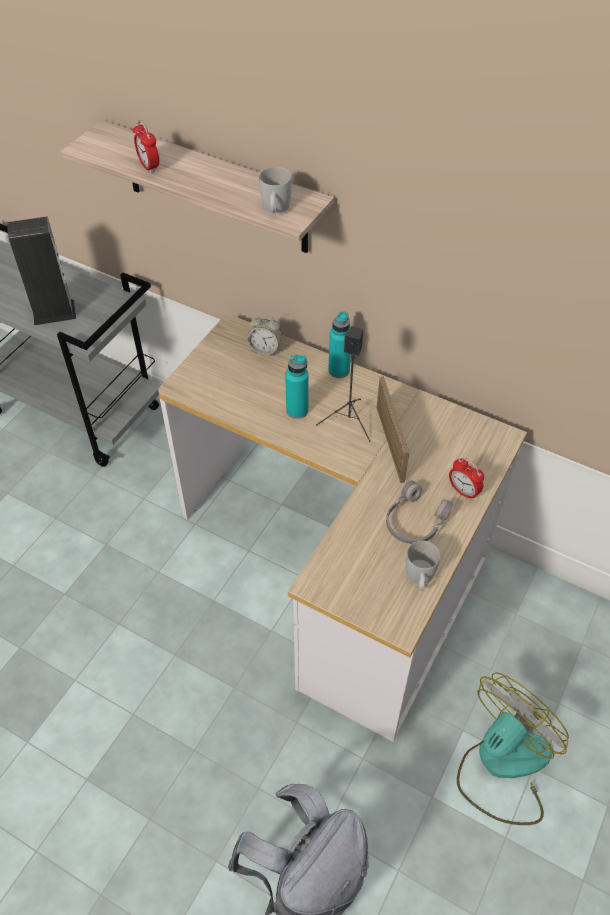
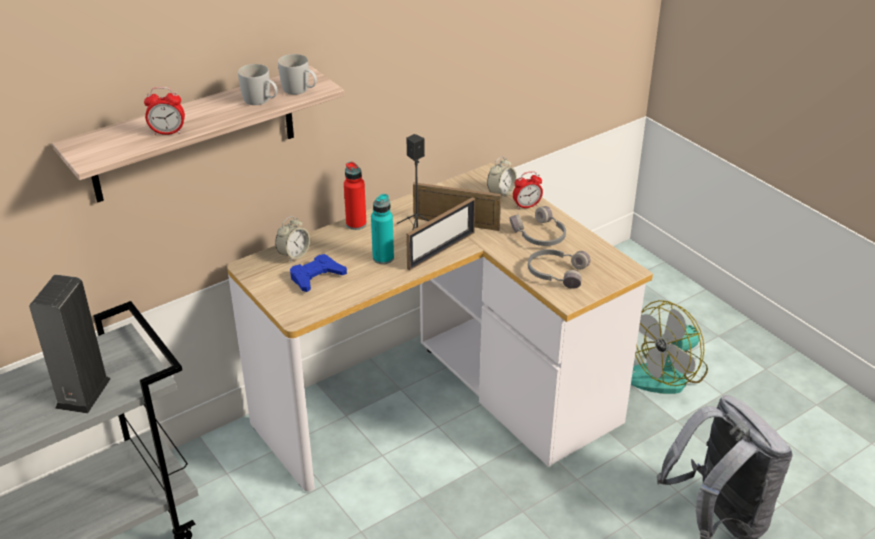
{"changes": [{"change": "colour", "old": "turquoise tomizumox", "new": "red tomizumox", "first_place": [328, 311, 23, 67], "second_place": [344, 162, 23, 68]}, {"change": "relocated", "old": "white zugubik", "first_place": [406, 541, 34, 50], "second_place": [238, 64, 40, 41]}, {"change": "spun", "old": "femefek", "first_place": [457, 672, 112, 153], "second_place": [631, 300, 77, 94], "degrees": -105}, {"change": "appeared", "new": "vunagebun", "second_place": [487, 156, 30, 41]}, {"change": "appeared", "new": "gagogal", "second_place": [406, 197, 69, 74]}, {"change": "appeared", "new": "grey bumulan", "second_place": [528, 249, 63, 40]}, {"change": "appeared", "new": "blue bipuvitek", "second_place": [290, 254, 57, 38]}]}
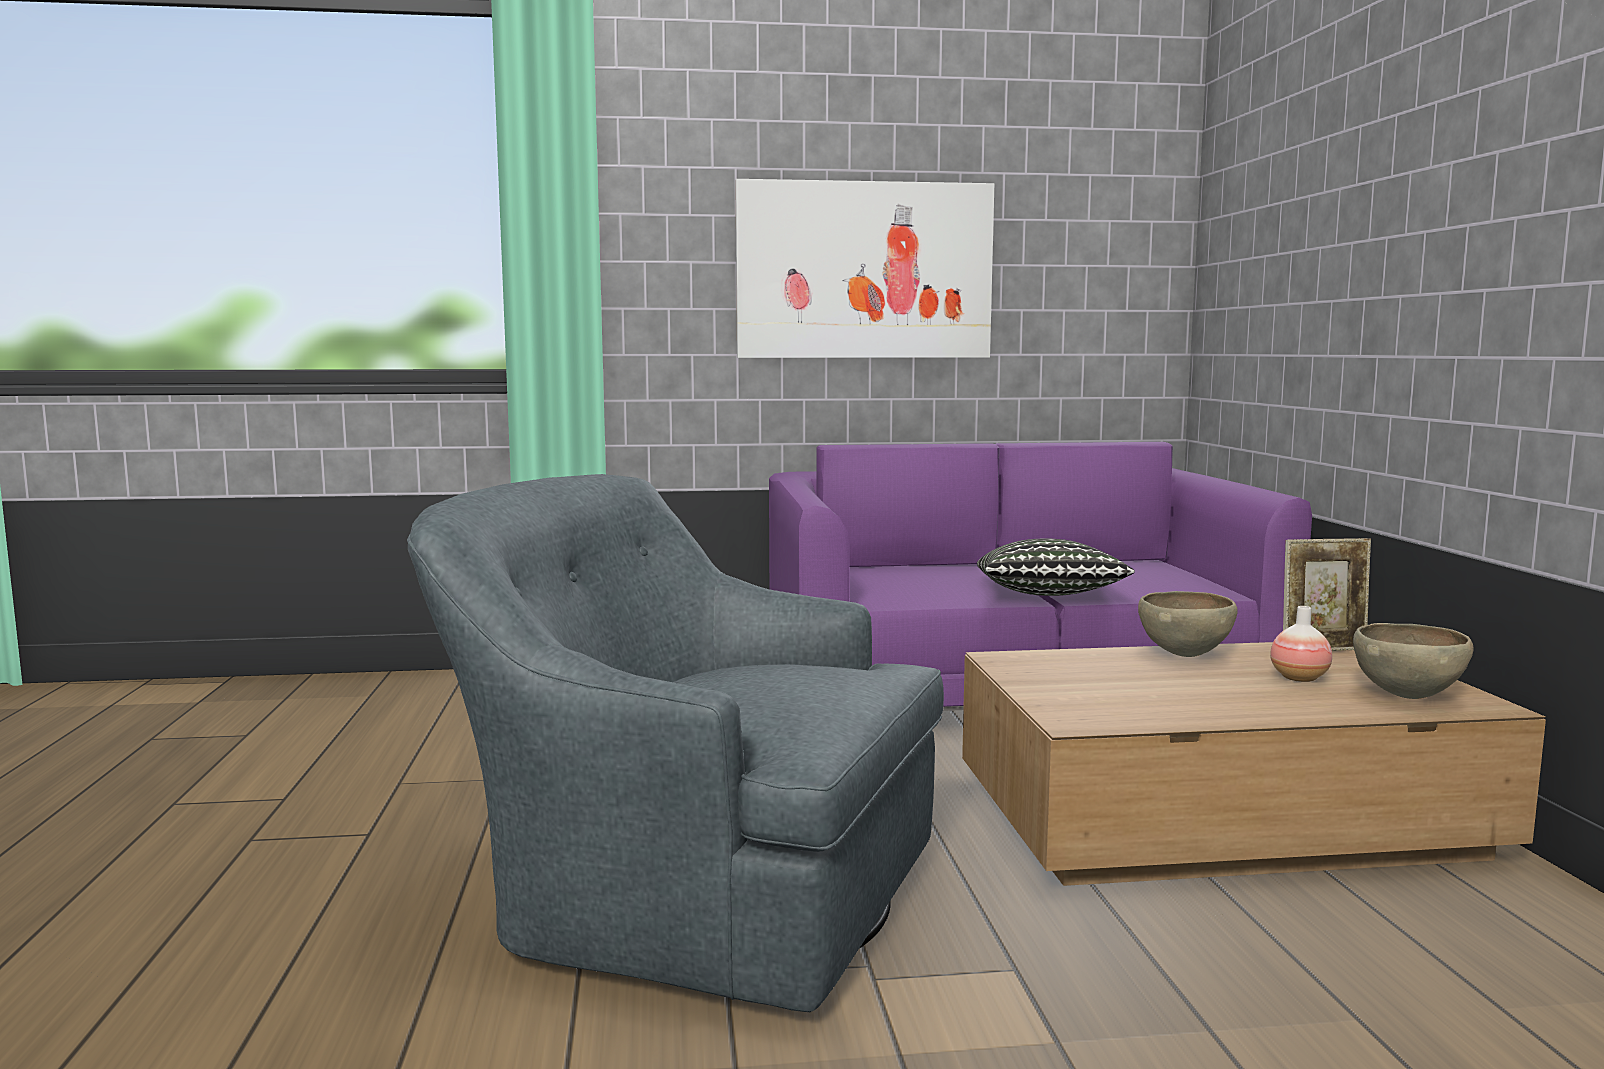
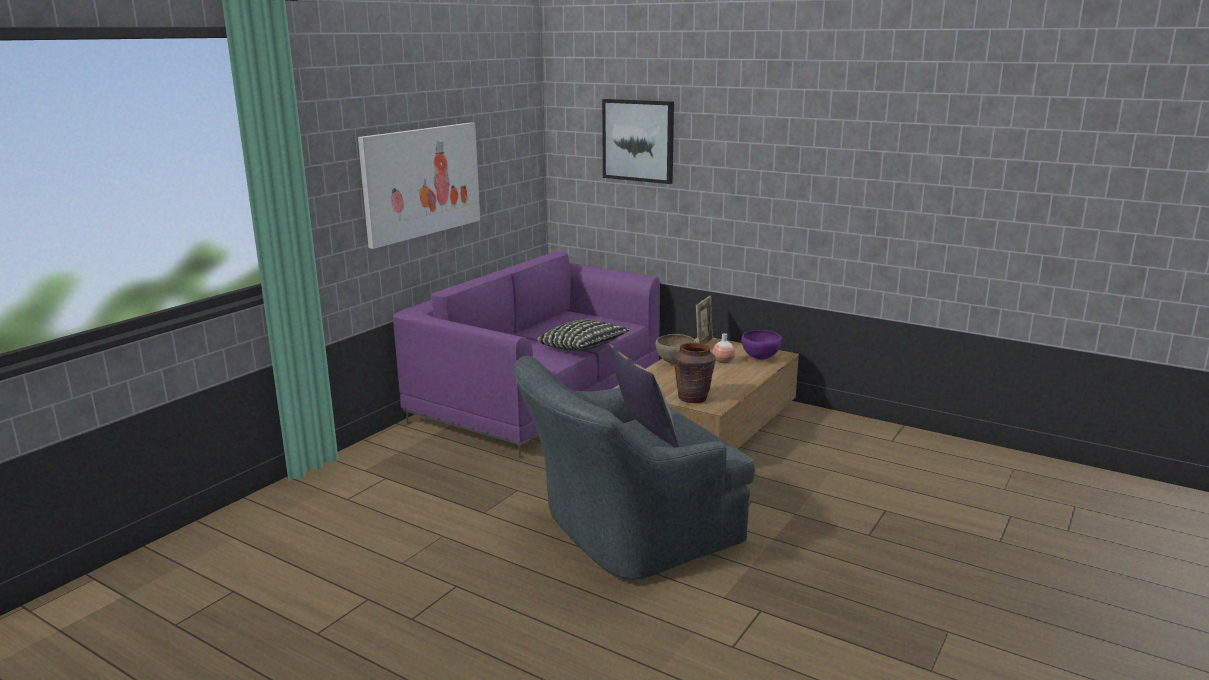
{"changes": [{"change": "colour", "old": "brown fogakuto", "new": "purple fogakuto", "first_place": [1353, 623, 121, 76], "second_place": [741, 330, 41, 30]}, {"change": "appeared", "new": "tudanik", "second_place": [602, 99, 72, 85]}, {"change": "appeared", "new": "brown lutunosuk", "second_place": [674, 342, 41, 61]}, {"change": "appeared", "new": "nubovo", "second_place": [609, 344, 70, 103]}]}
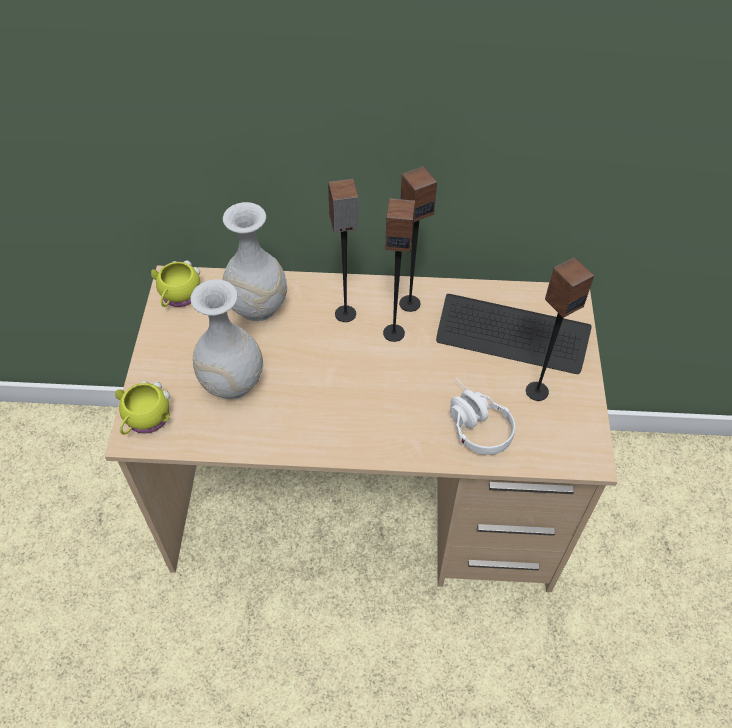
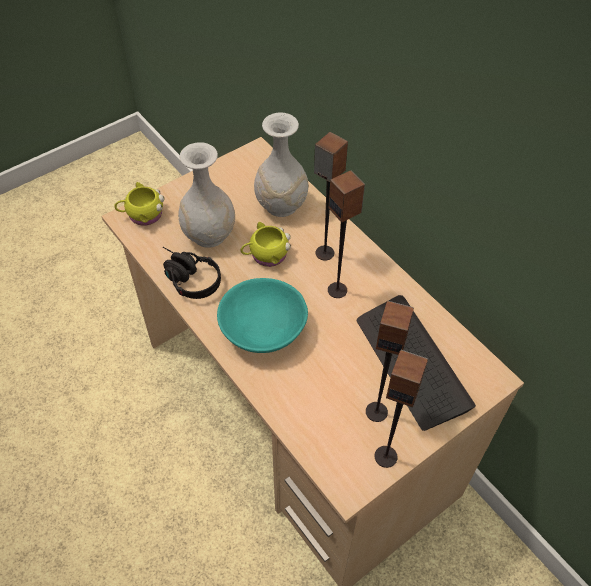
{"changes": [{"change": "relocated", "old": "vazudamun", "first_place": [399, 166, 38, 146], "second_place": [375, 350, 53, 118]}, {"change": "relocated", "old": "yellow zugubik", "first_place": [151, 261, 49, 46], "second_place": [241, 222, 50, 45]}, {"change": "missing", "old": "white bumulan", "first_place": [450, 378, 65, 77]}, {"change": "appeared", "new": "black bumulan", "second_place": [163, 247, 58, 52]}, {"change": "appeared", "new": "turquoise fogakuto", "second_place": [217, 278, 91, 75]}]}
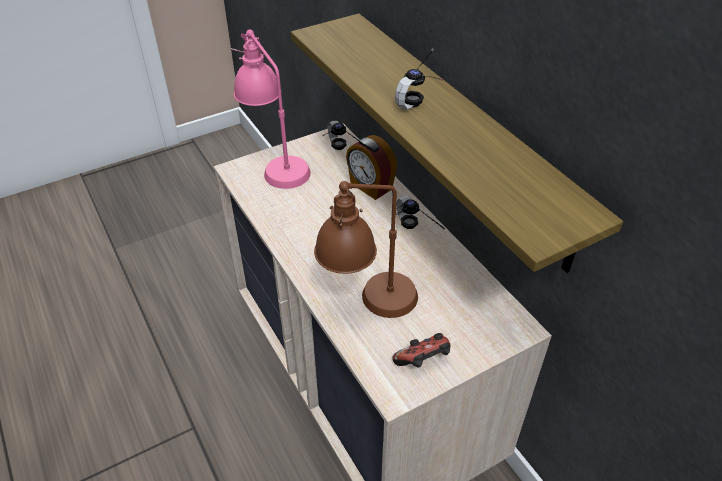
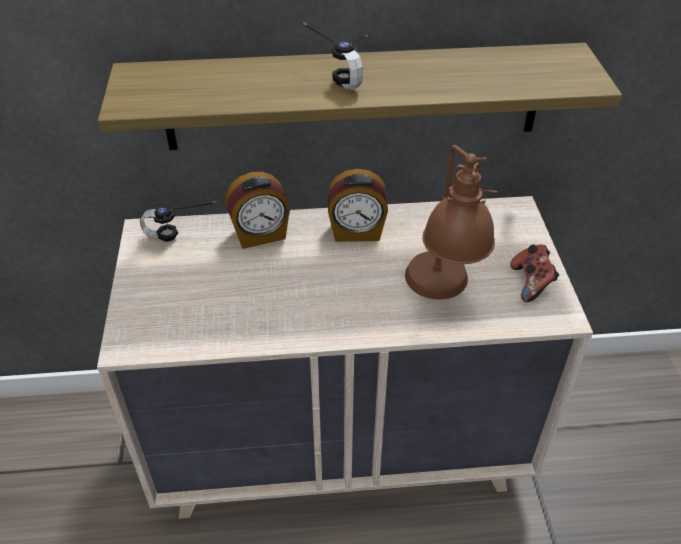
{"changes": [{"change": "missing", "old": "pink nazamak", "first_place": [231, 29, 80, 160]}, {"change": "exchanged", "old": "bumulan", "new": "vunagebun", "first_place": [396, 196, 49, 34], "second_place": [328, 169, 60, 73]}]}
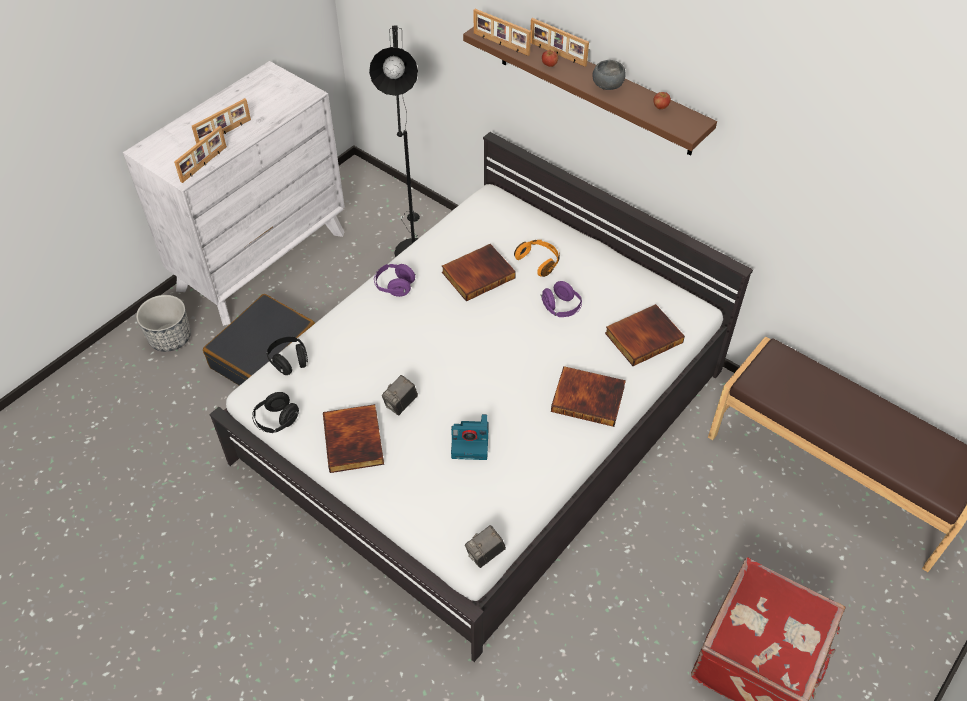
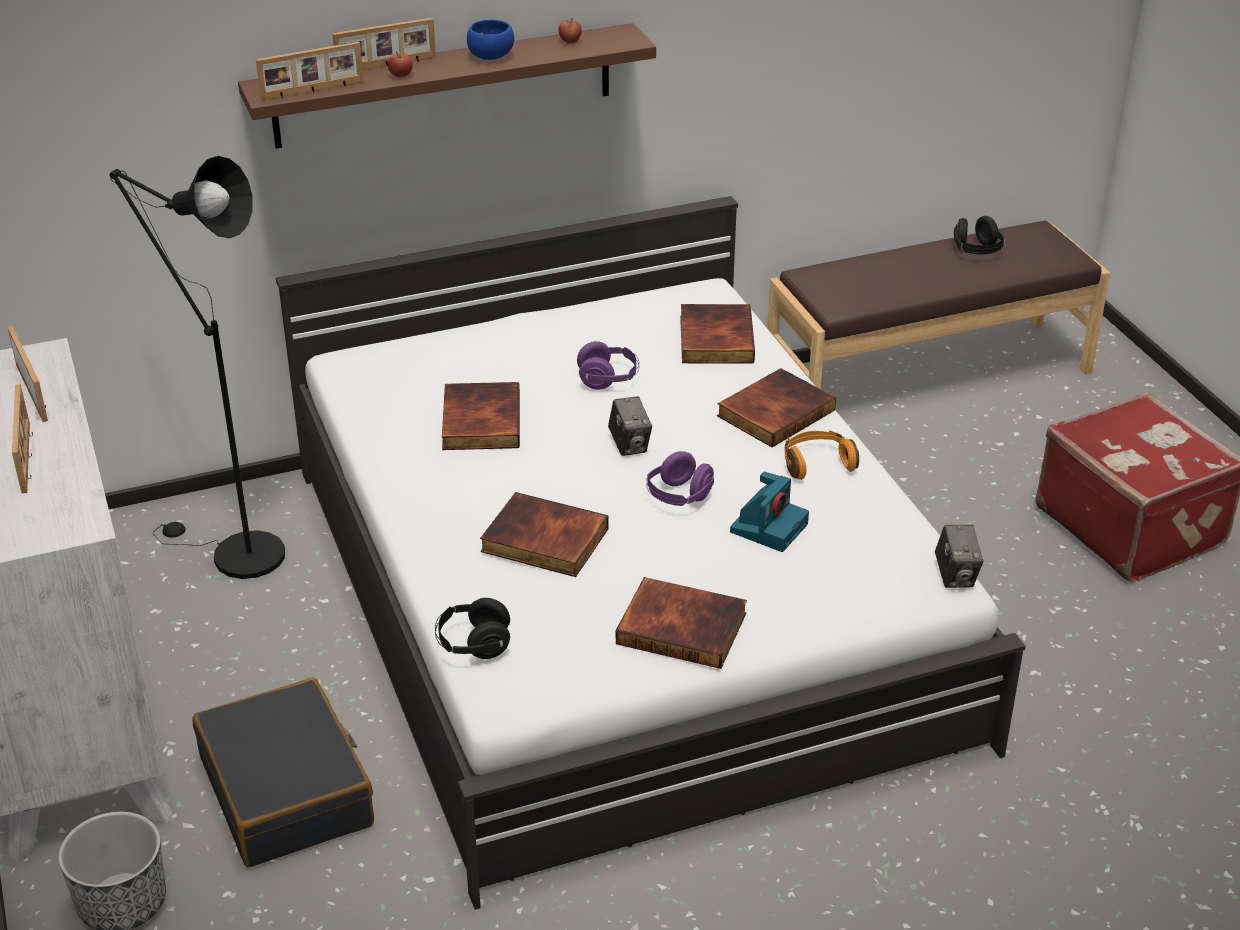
{"changes": [{"change": "colour", "old": "grey fogakuto", "new": "blue fogakuto", "first_place": [592, 60, 34, 30], "second_place": [467, 20, 47, 40]}, {"change": "relocated", "old": "gagogal", "first_place": [174, 126, 53, 57], "second_place": [7, 326, 41, 96]}, {"change": "relocated", "old": "orange bumulan", "first_place": [514, 240, 46, 37], "second_place": [785, 430, 74, 50]}, {"change": "relocated", "old": "purple bumulan", "first_place": [374, 264, 41, 33], "second_place": [647, 451, 67, 55]}, {"change": "relocated", "old": "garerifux", "first_place": [382, 375, 36, 41], "second_place": [608, 396, 44, 60]}, {"change": "relocated", "old": "black bumulan", "first_place": [252, 392, 47, 41], "second_place": [954, 216, 51, 38]}, {"change": "appeared", "new": "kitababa", "second_place": [480, 492, 128, 85]}]}
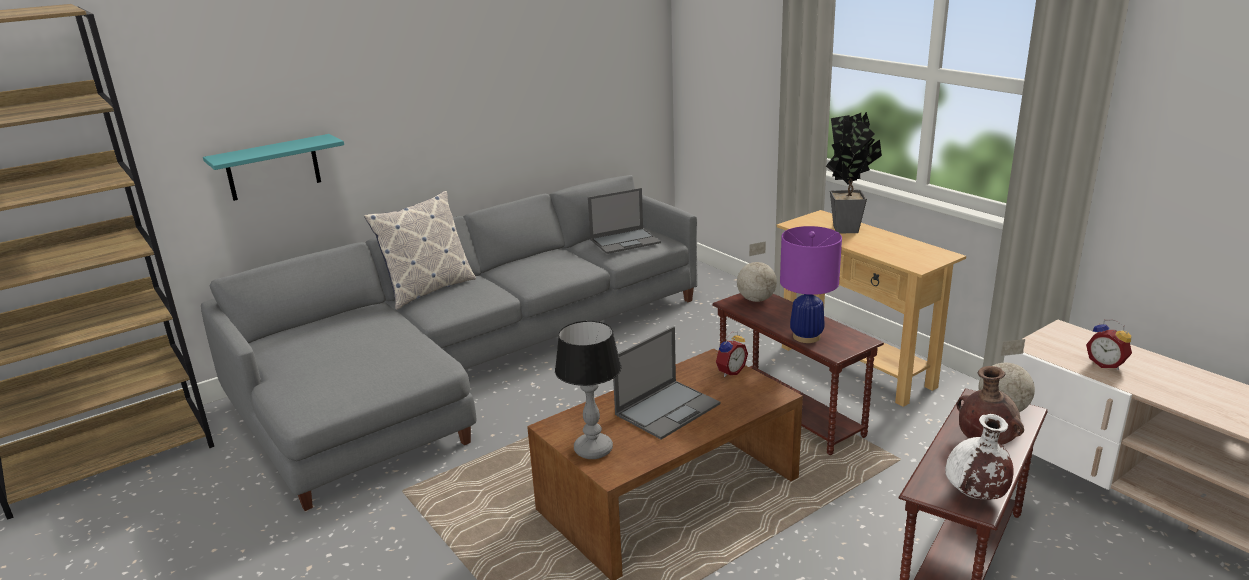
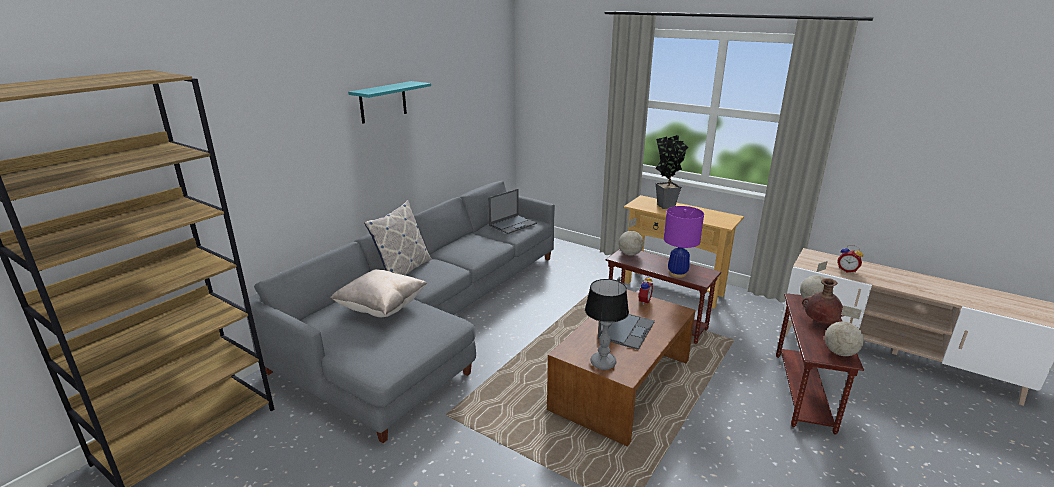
{"changes": [{"change": "relocated", "old": "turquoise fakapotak", "first_place": [203, 134, 141, 67], "second_place": [348, 81, 83, 43]}, {"change": "exchanged", "old": "white lutunosuk", "new": "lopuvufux", "first_place": [945, 414, 68, 86], "second_place": [825, 306, 39, 50]}, {"change": "appeared", "new": "beige nubovo", "second_place": [330, 269, 97, 48]}]}
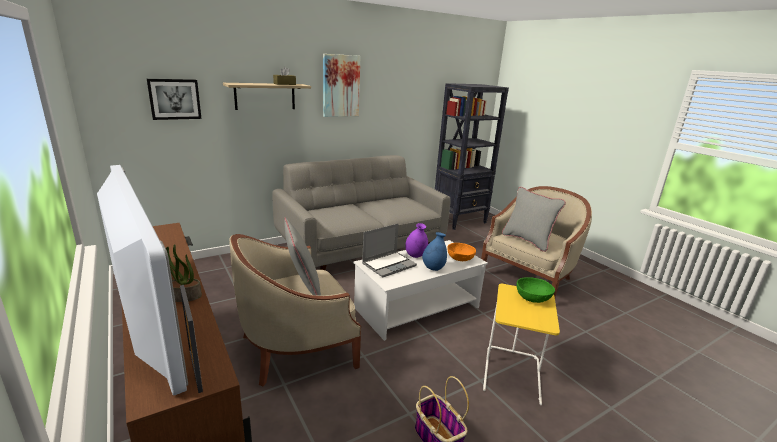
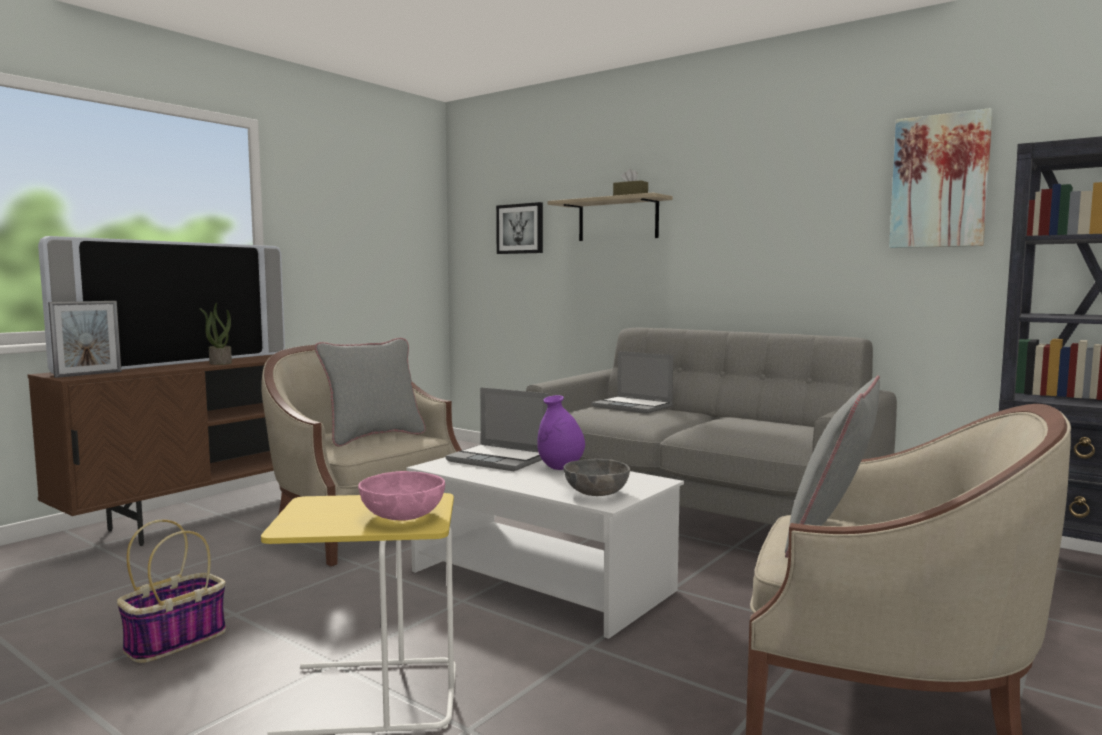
{"changes": [{"change": "relocated", "old": "tudanik", "first_place": [323, 54, 37, 63], "second_place": [889, 108, 104, 140]}, {"change": "missing", "old": "blue lutunosuk", "first_place": [422, 232, 25, 39]}, {"change": "colour", "old": "orange fogakuto", "new": "grey fogakuto", "first_place": [447, 243, 29, 18], "second_place": [564, 459, 66, 37]}, {"change": "colour", "old": "green fogakuto", "new": "pink fogakuto", "first_place": [516, 277, 39, 26], "second_place": [358, 471, 87, 50]}, {"change": "appeared", "new": "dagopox", "second_place": [592, 351, 81, 63]}]}
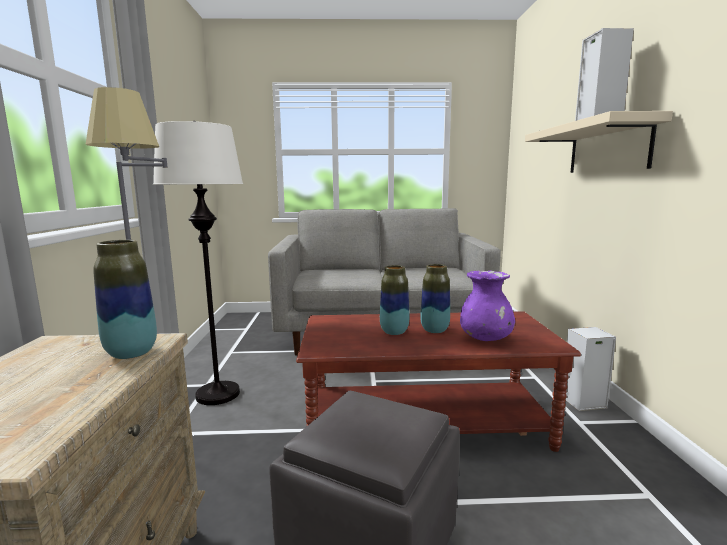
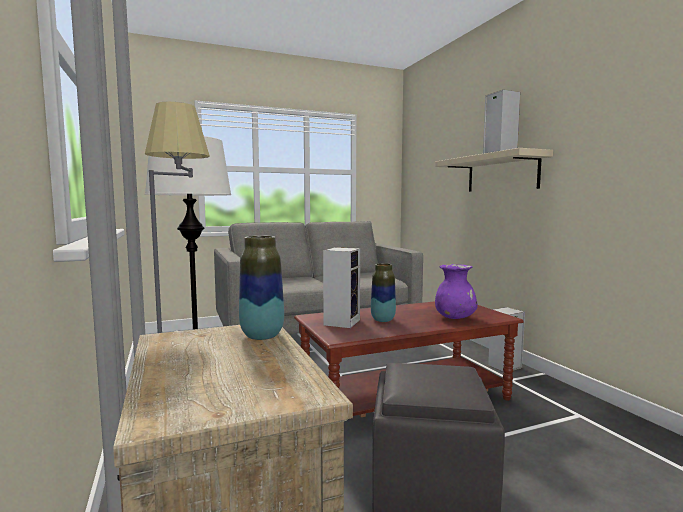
{"changes": [{"change": "missing", "old": "lutunosuk", "first_place": [420, 264, 30, 69]}, {"change": "appeared", "new": "vazudamun", "second_place": [323, 247, 37, 81]}]}
